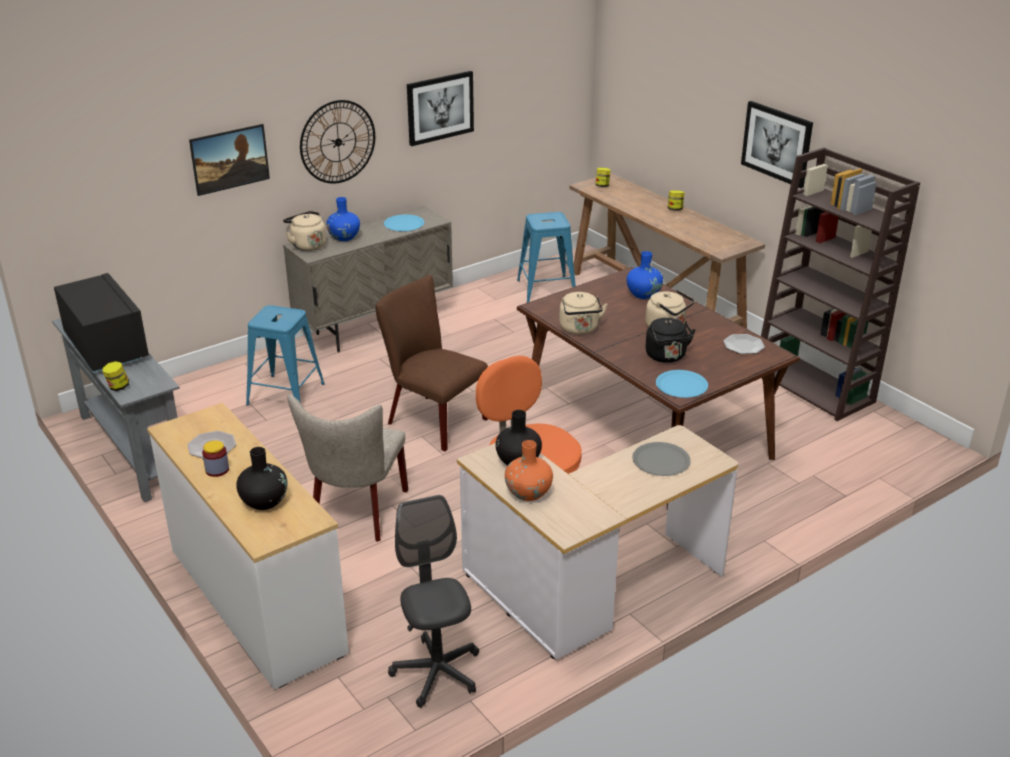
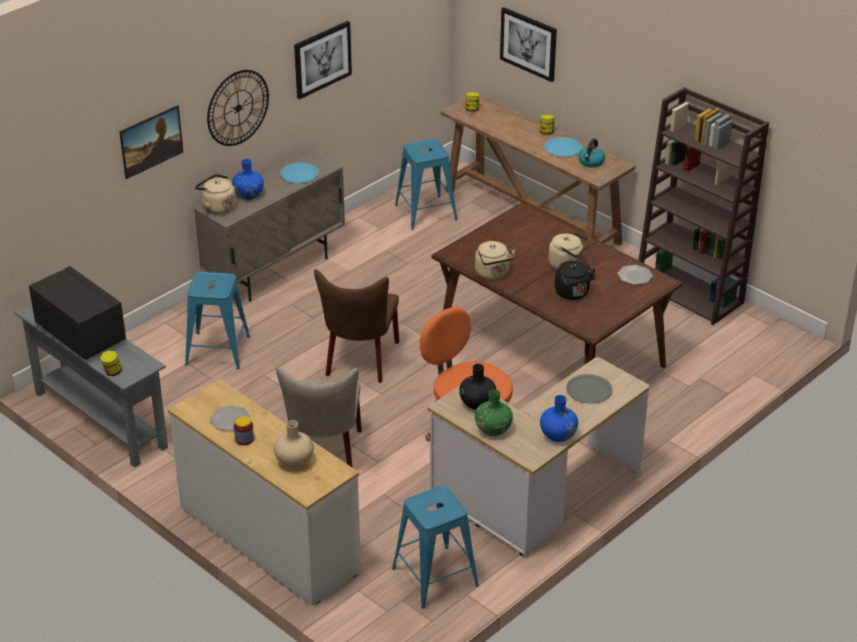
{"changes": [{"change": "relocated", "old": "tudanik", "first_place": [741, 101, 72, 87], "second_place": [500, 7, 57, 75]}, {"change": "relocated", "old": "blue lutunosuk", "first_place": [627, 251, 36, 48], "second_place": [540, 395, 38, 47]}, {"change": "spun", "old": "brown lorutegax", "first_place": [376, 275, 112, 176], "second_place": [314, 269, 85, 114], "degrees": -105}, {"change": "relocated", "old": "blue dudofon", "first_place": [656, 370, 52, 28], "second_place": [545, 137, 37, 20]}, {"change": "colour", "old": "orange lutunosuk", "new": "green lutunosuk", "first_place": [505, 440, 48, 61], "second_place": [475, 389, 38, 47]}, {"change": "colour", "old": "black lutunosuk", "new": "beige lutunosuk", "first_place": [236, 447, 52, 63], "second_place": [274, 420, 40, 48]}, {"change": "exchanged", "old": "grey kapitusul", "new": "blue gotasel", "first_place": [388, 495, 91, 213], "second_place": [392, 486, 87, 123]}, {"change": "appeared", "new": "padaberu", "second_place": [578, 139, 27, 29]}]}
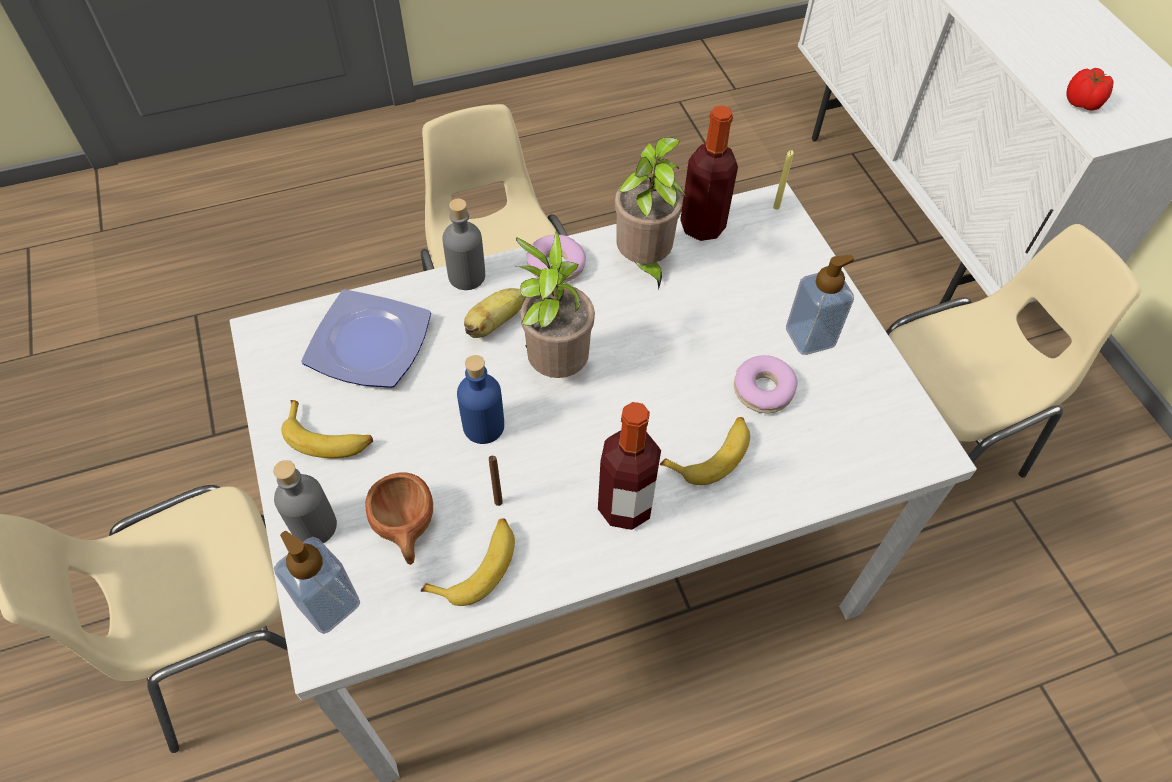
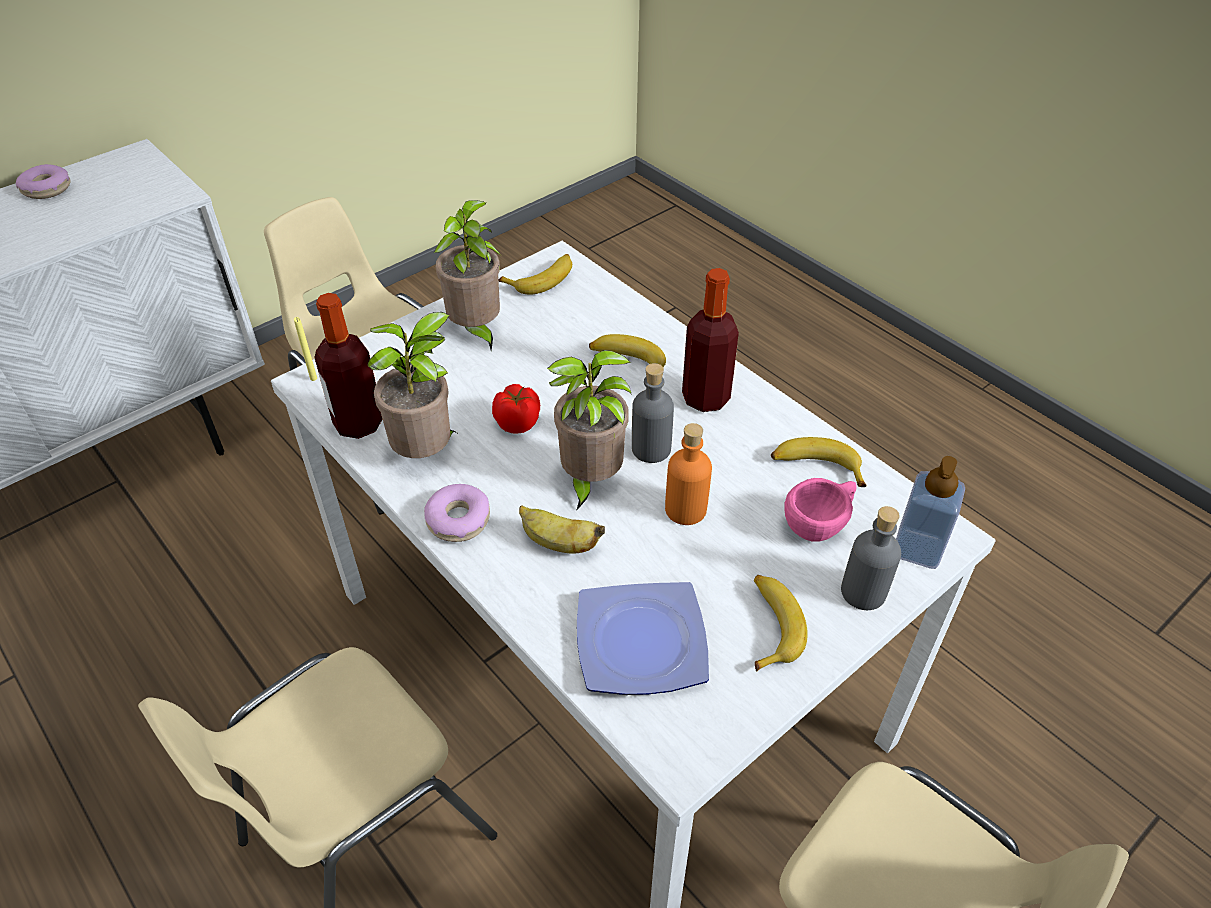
{"changes": [{"change": "relocated", "old": "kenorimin", "first_place": [1066, 68, 48, 42], "second_place": [492, 384, 48, 49]}, {"change": "relocated", "old": "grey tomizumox", "first_place": [442, 199, 43, 91], "second_place": [632, 363, 42, 100]}, {"change": "exchanged", "old": "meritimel", "new": "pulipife", "first_place": [786, 255, 68, 100], "second_place": [433, 200, 68, 150]}, {"change": "colour", "old": "blue tomizumox", "new": "orange tomizumox", "first_place": [457, 355, 47, 89], "second_place": [665, 423, 47, 102]}, {"change": "relocated", "old": "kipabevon", "first_place": [734, 355, 64, 58], "second_place": [16, 164, 55, 35]}, {"change": "missing", "old": "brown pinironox", "first_place": [489, 456, 14, 50]}, {"change": "colour", "old": "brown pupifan", "new": "pink pupifan", "first_place": [365, 473, 68, 92], "second_place": [784, 478, 73, 64]}, {"change": "appeared", "new": "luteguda", "second_place": [499, 254, 73, 40]}]}
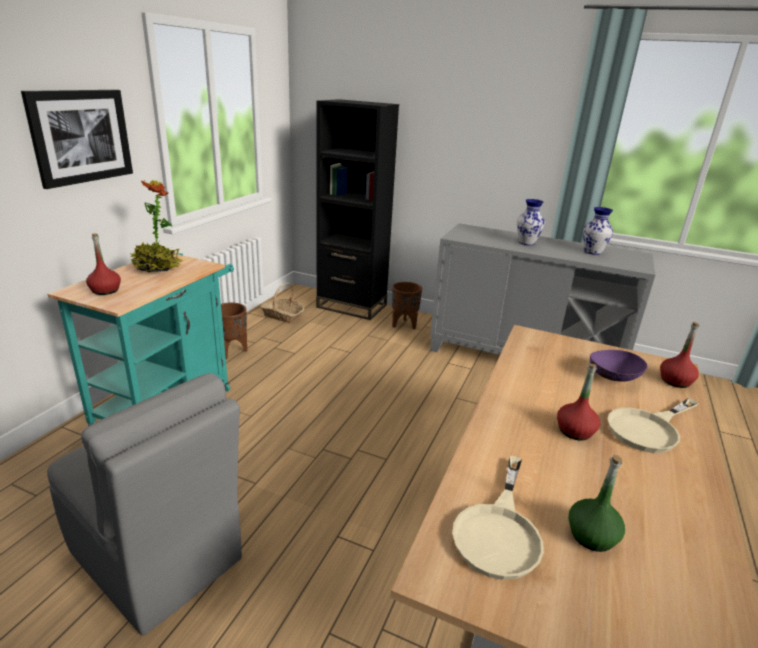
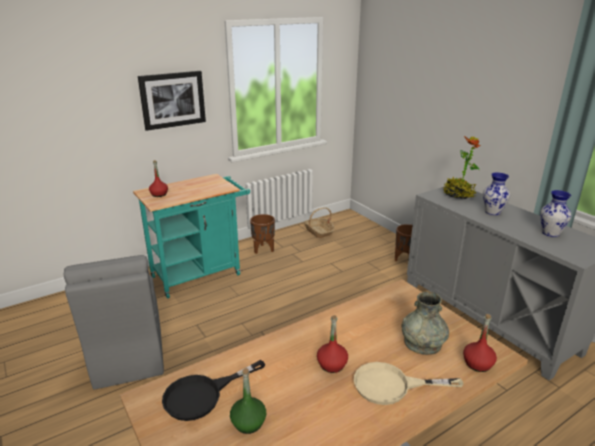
{"changes": [{"change": "missing", "old": "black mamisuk", "first_place": [316, 99, 83, 221]}, {"change": "relocated", "old": "pulipife", "first_place": [129, 179, 54, 93], "second_place": [443, 136, 37, 63]}, {"change": "exchanged", "old": "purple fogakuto", "new": "grey lutunosuk", "first_place": [590, 350, 58, 32], "second_place": [401, 291, 48, 64]}, {"change": "colour", "old": "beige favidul", "new": "black favidul", "first_place": [452, 456, 92, 124], "second_place": [162, 360, 103, 61]}]}
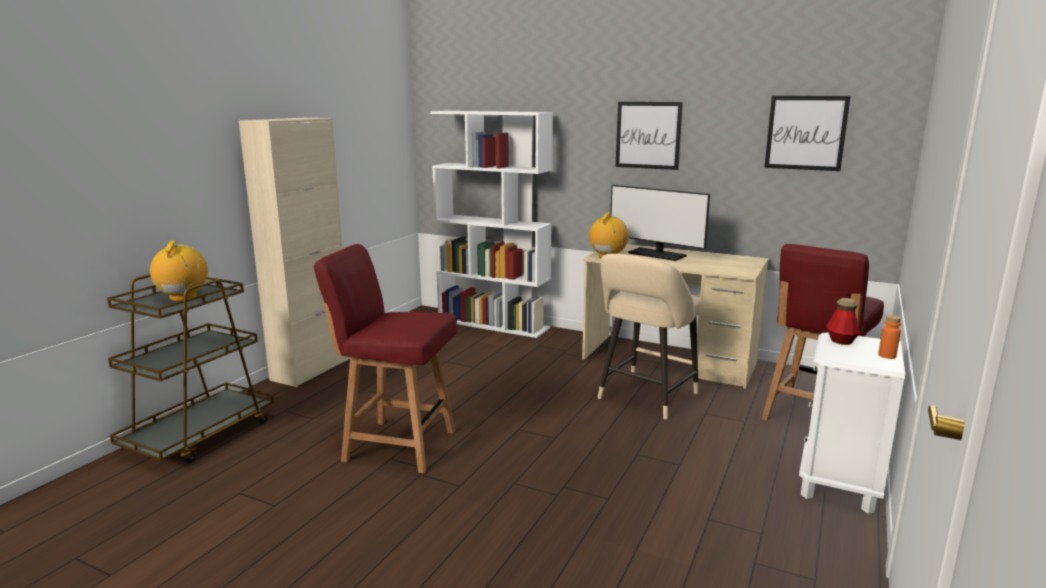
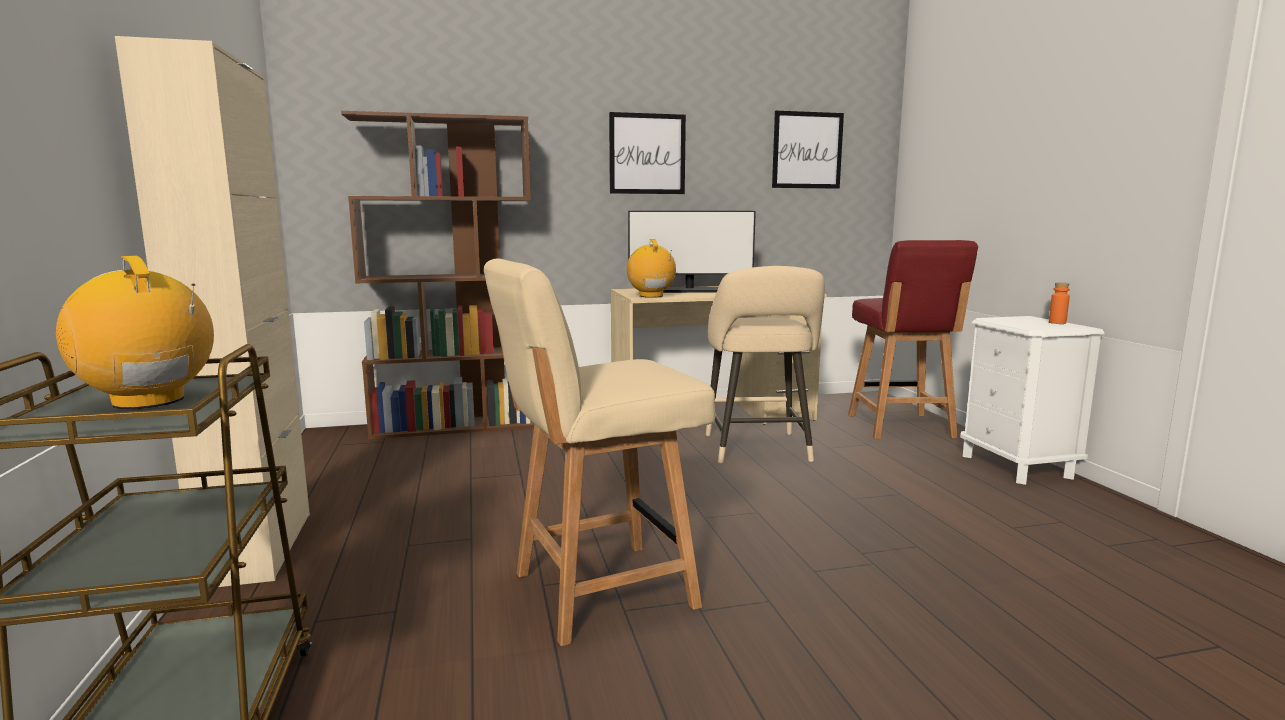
{"changes": [{"change": "colour", "old": "white mamisuk", "new": "brown mamisuk", "first_place": [430, 111, 123, 227], "second_place": [341, 110, 193, 329]}, {"change": "colour", "old": "red lorutegax", "new": "beige lorutegax", "first_place": [314, 244, 144, 230], "second_place": [484, 258, 231, 388]}, {"change": "missing", "old": "tomizumox", "first_place": [826, 298, 34, 47]}]}
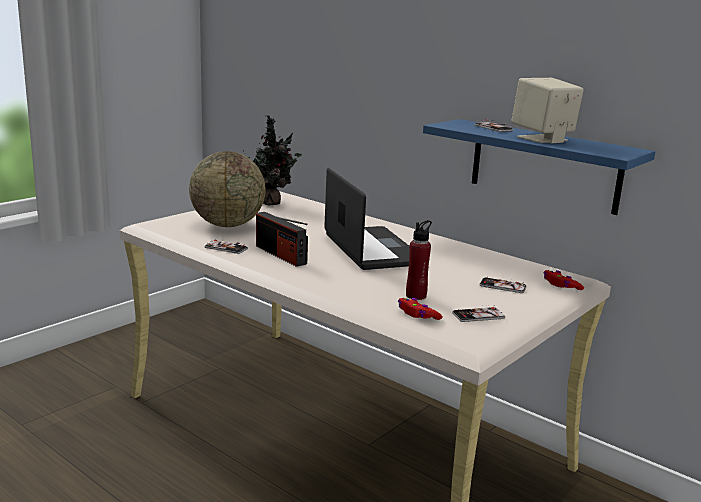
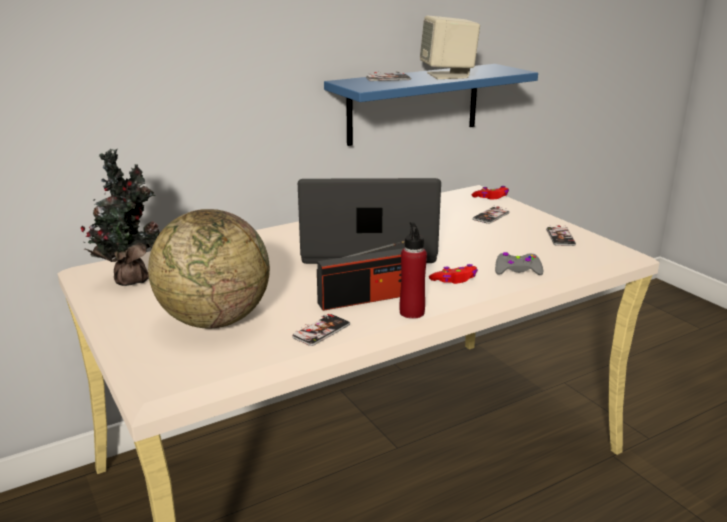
{"changes": [{"change": "relocated", "old": "red tomizumox", "first_place": [406, 220, 26, 80], "second_place": [399, 222, 28, 97]}, {"change": "relocated", "old": "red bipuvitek", "first_place": [398, 298, 45, 22], "second_place": [429, 264, 49, 20]}, {"change": "appeared", "new": "grey bipuvitek", "second_place": [495, 252, 48, 23]}]}
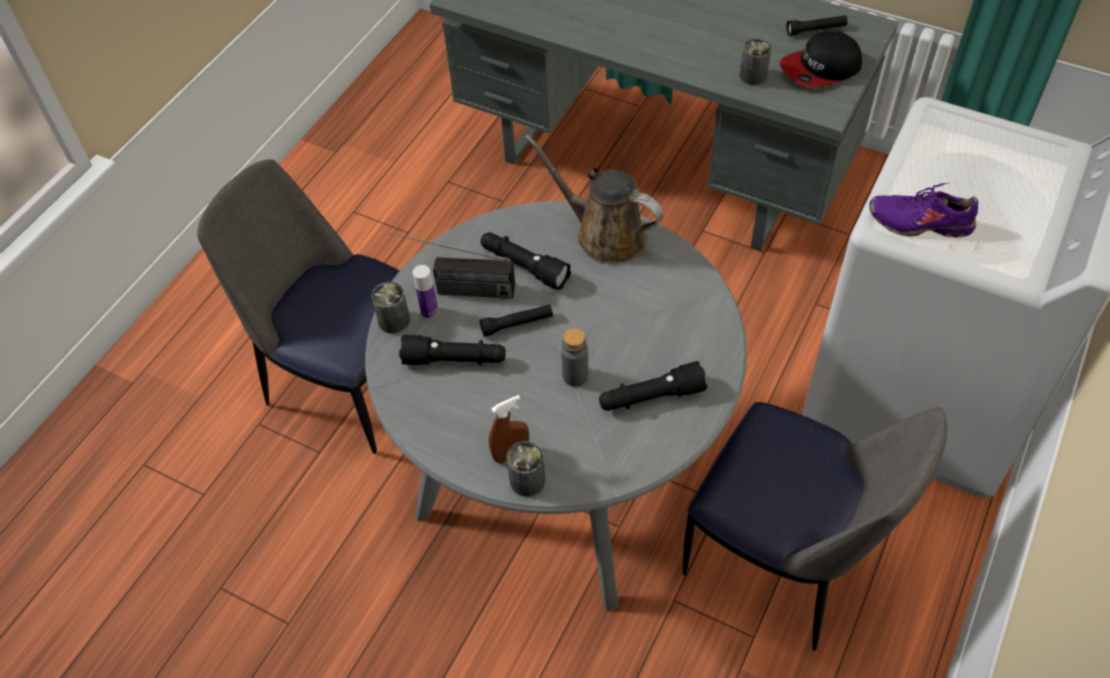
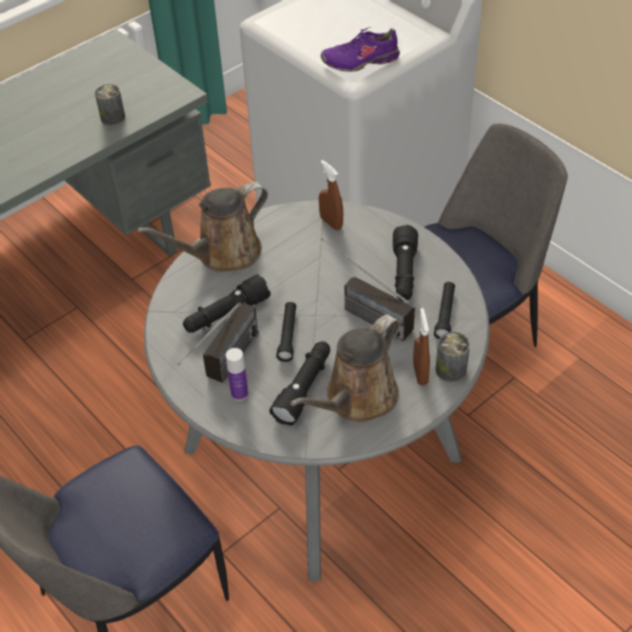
{"changes": [{"change": "relocated", "old": "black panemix", "first_place": [786, 15, 62, 21], "second_place": [434, 282, 21, 57]}, {"change": "missing", "old": "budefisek", "first_place": [780, 31, 82, 57]}, {"change": "spun", "old": "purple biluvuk", "first_place": [869, 183, 109, 54], "second_place": [321, 27, 79, 45], "degrees": 45}, {"change": "missing", "old": "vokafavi", "first_place": [371, 282, 39, 52]}, {"change": "exchanged", "old": "grey tomizumox", "new": "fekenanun", "first_place": [561, 328, 27, 59], "second_place": [321, 239, 94, 102]}, {"change": "appeared", "new": "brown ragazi", "second_place": [319, 160, 24, 70]}, {"change": "appeared", "new": "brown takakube", "second_place": [290, 314, 110, 108]}]}
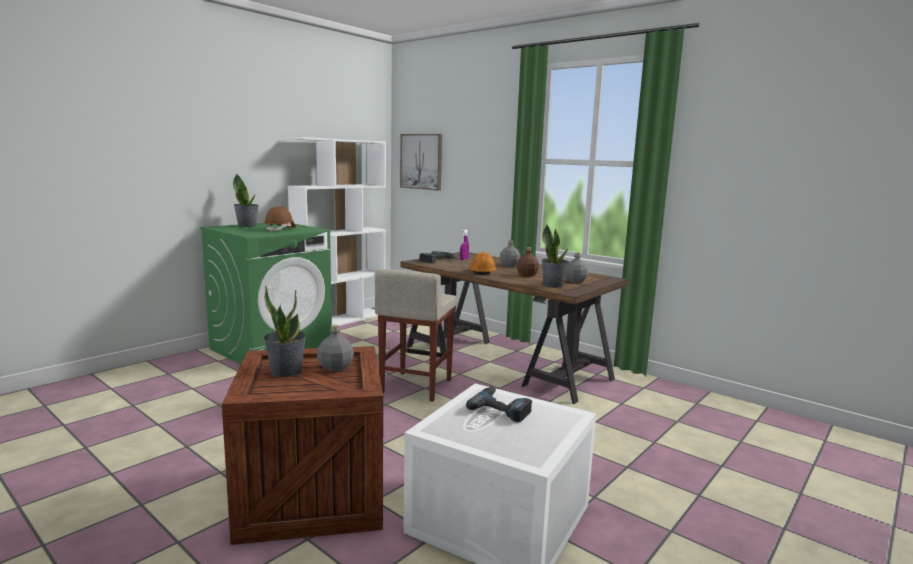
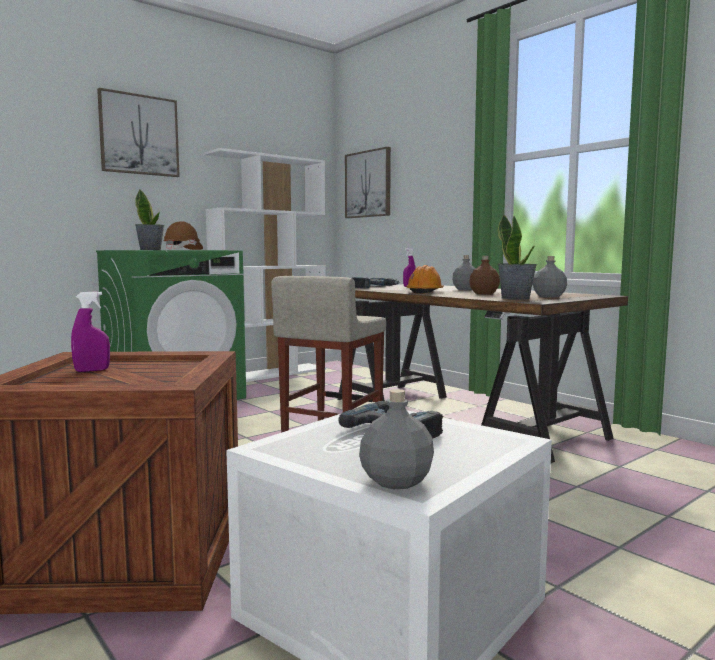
{"changes": [{"change": "exchanged", "old": "pulipife", "new": "purple ragazi", "first_place": [264, 286, 42, 91], "second_place": [71, 291, 39, 81]}, {"change": "relocated", "old": "grey tomizumox", "first_place": [317, 324, 37, 47], "second_place": [359, 389, 75, 100]}, {"change": "appeared", "new": "tudanik", "second_place": [97, 88, 83, 89]}]}
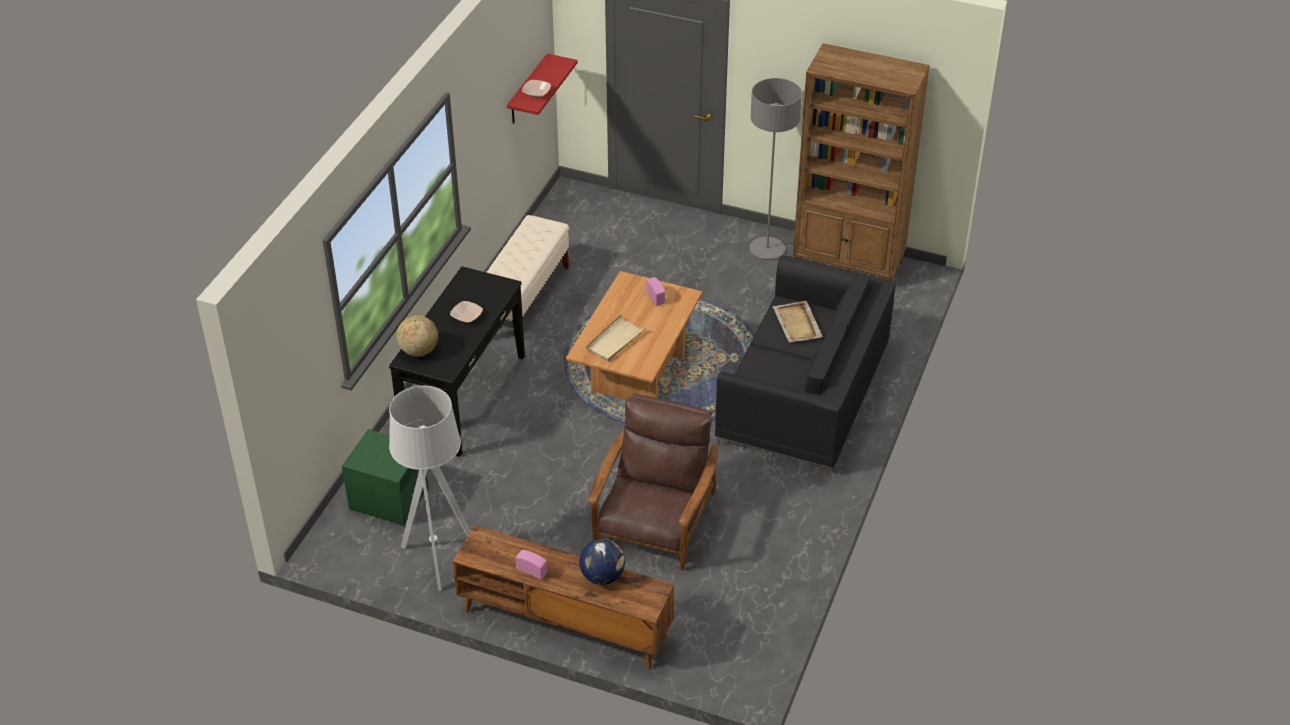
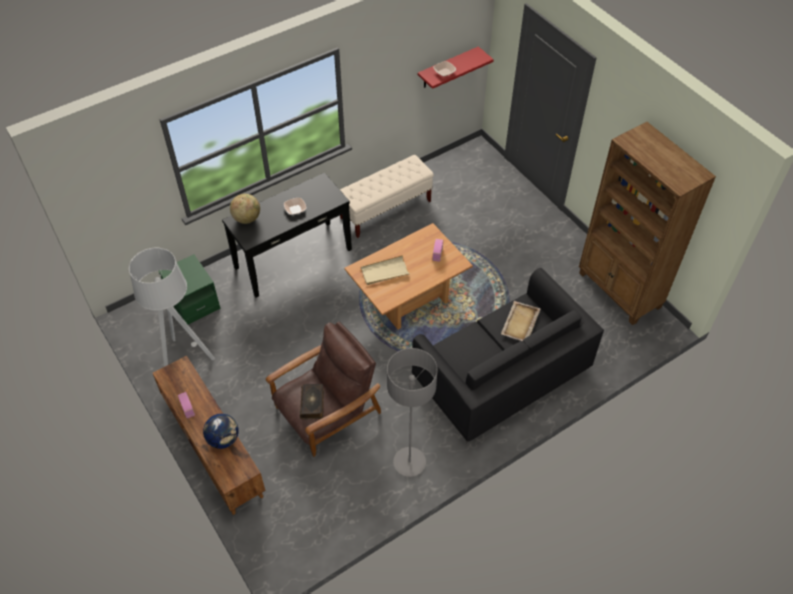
{"changes": [{"change": "relocated", "old": "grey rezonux", "first_place": [750, 78, 52, 181], "second_place": [387, 348, 50, 129]}, {"change": "appeared", "new": "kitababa", "second_place": [300, 384, 24, 36]}]}
